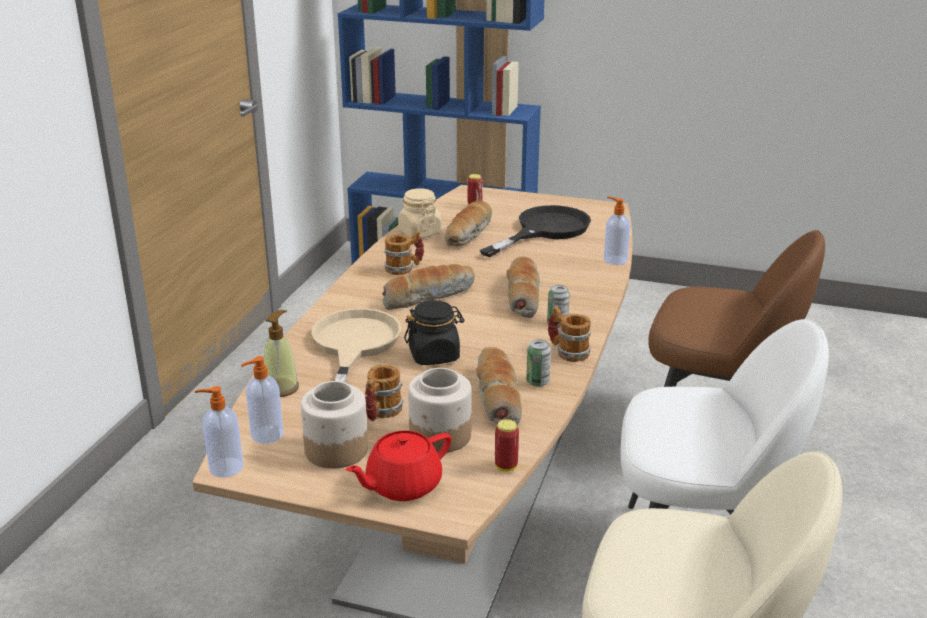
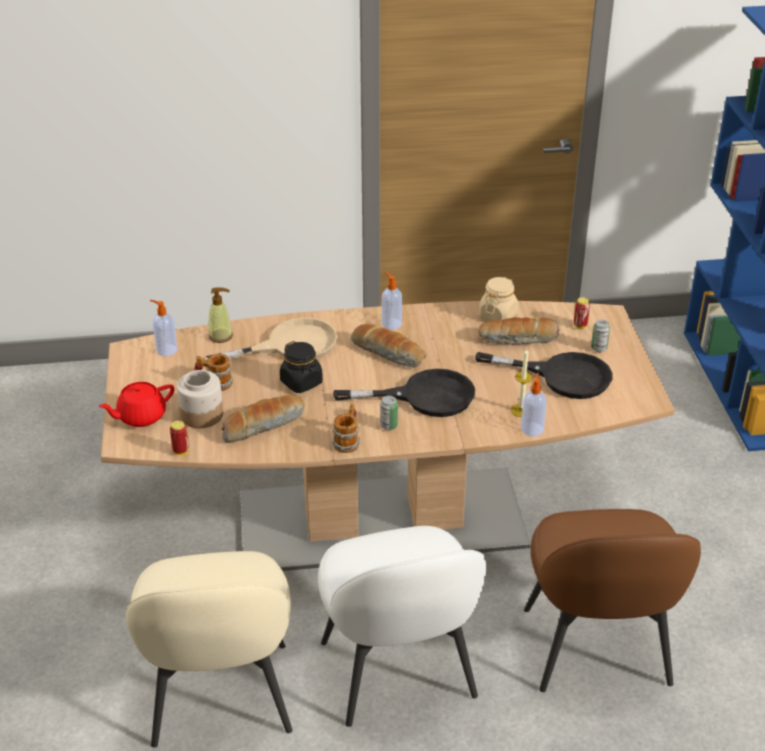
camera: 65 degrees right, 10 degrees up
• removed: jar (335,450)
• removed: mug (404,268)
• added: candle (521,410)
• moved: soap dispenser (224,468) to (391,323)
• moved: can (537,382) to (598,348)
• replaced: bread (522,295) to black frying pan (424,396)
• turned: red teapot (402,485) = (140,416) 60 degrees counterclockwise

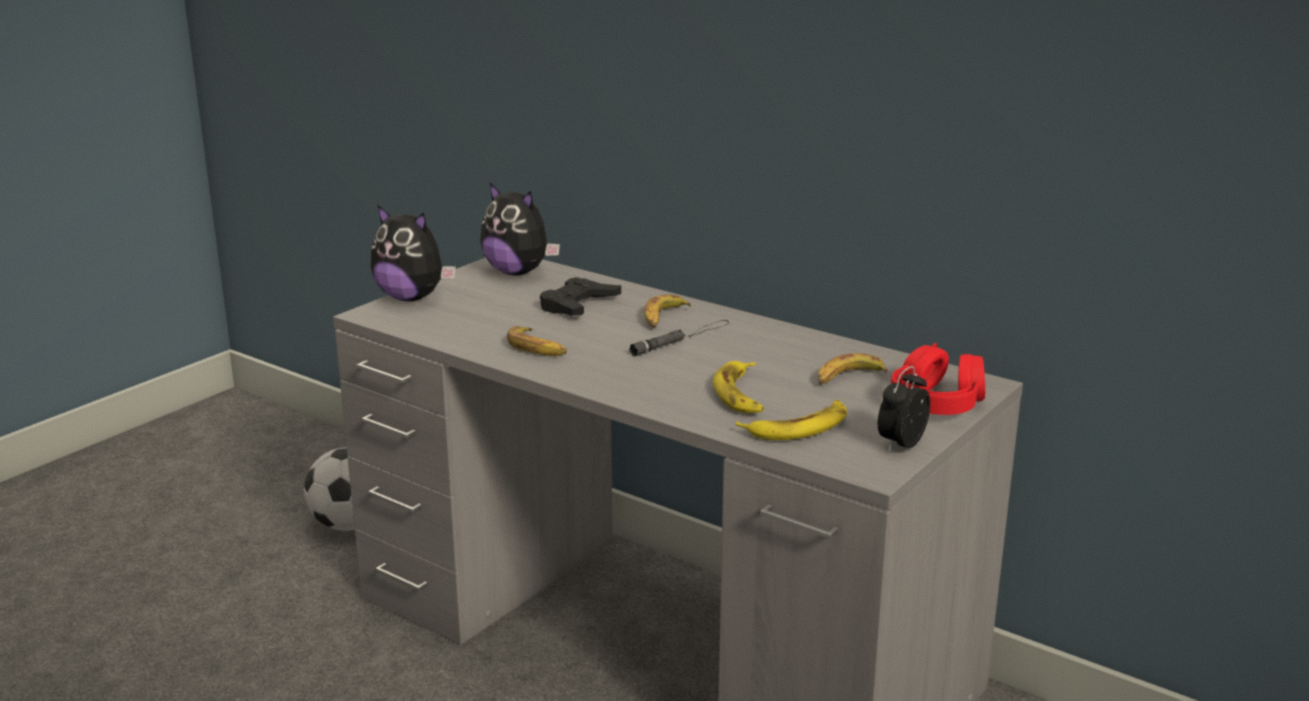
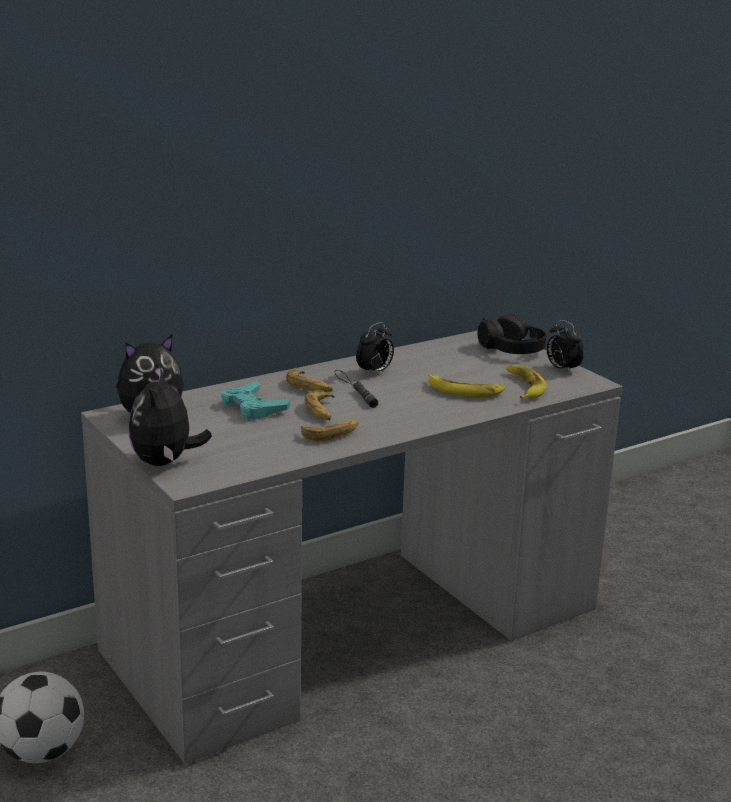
camera: 70 degrees left, 0 degrees up
• added: alarm clock (374,372)
• moved: banana (848,378) to (322,411)
• recoloured: black game controller (578,305) to turquoise game controller (253,407)
• recoloured: red headphones (937,403) to black headphones (512,349)
• turned: plush toy (412,297) = (165,462) 135 degrees clockwise

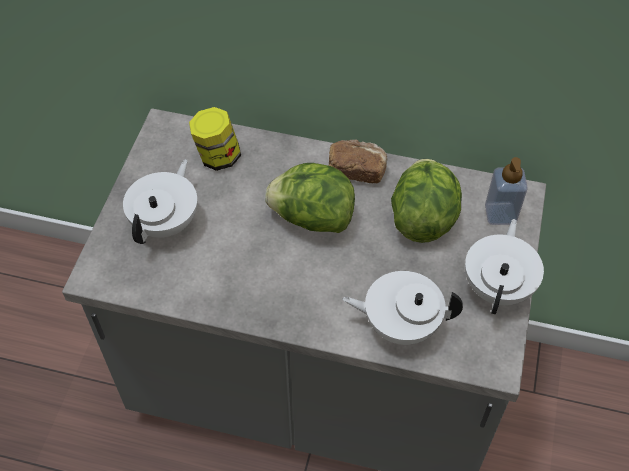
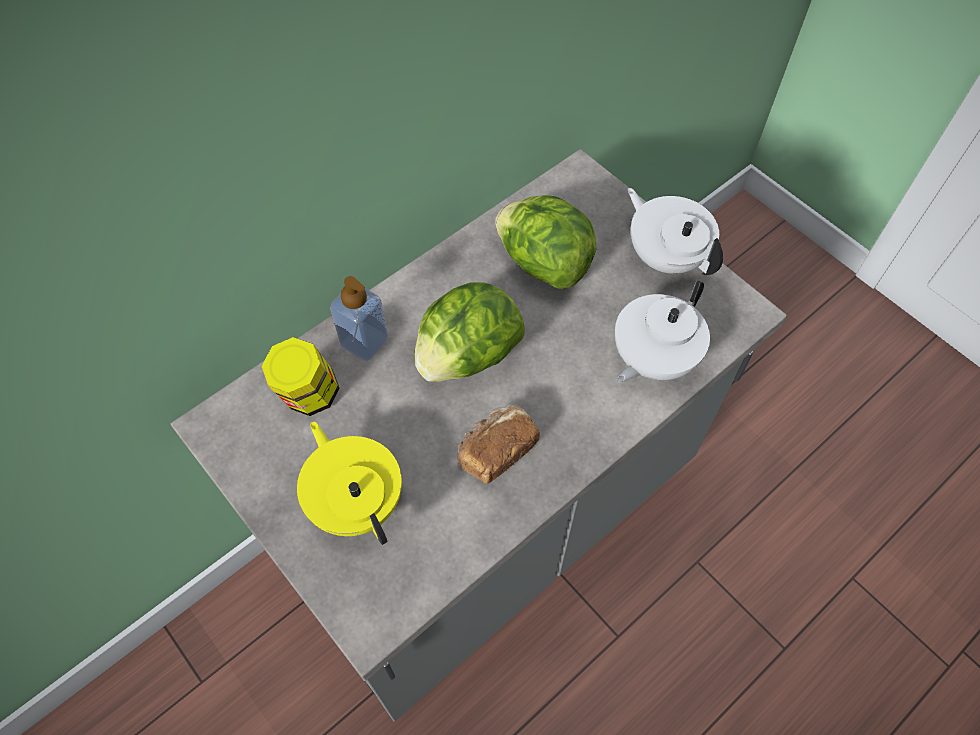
camera: 55 degrees left, 5 degrees up
• moved: bread (356,170) to (496,450)
• moved: soap dispenser (500,214) to (364,342)
• recoloured: white teapot (166,222) to yellow teapot (356,501)

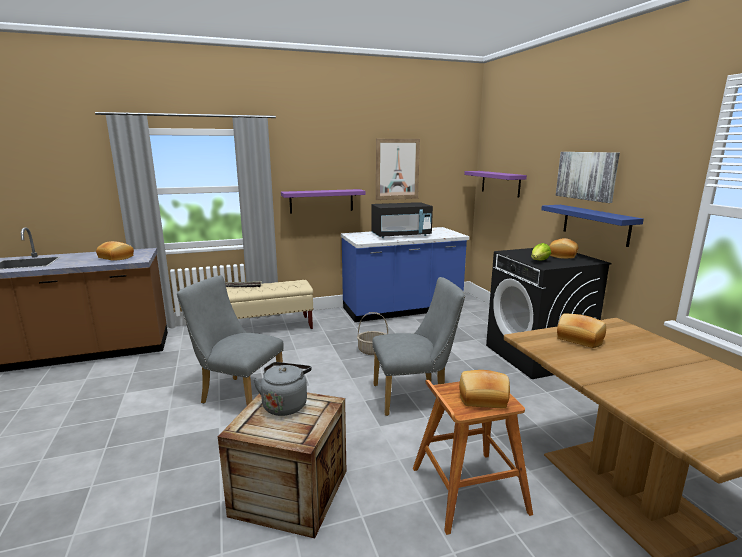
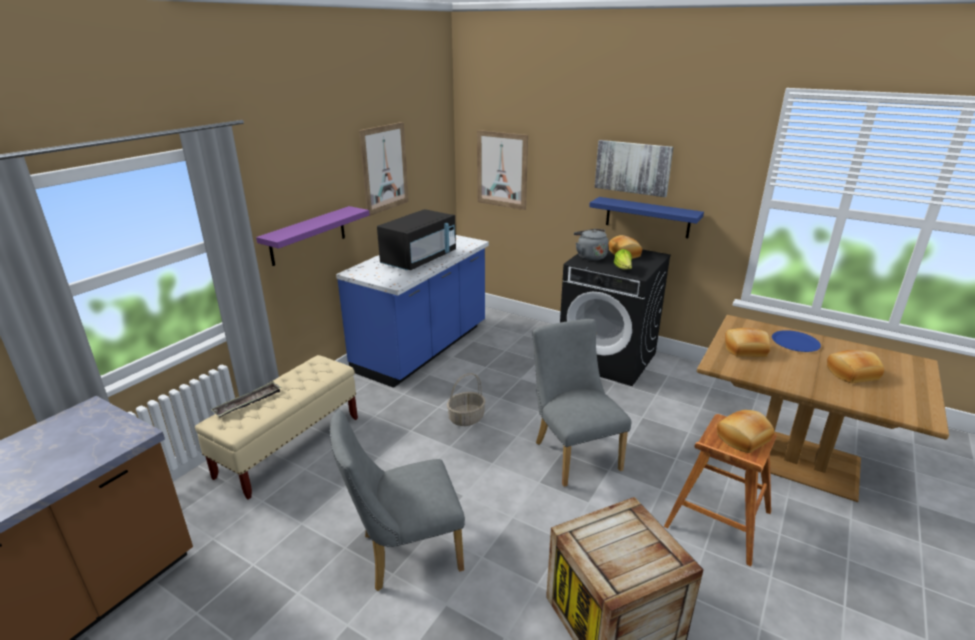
camera: 40 degrees left, 10 degrees up
• added: blue plate (795,342)
• moved: bread (117,257) to (851,373)
• moved: grey kettle (285,404) to (590,256)
• replaced: purple shelf (500,183) to picture (502,170)
• turned: grey chair (415,396) = (573,452) 60 degrees counterclockwise

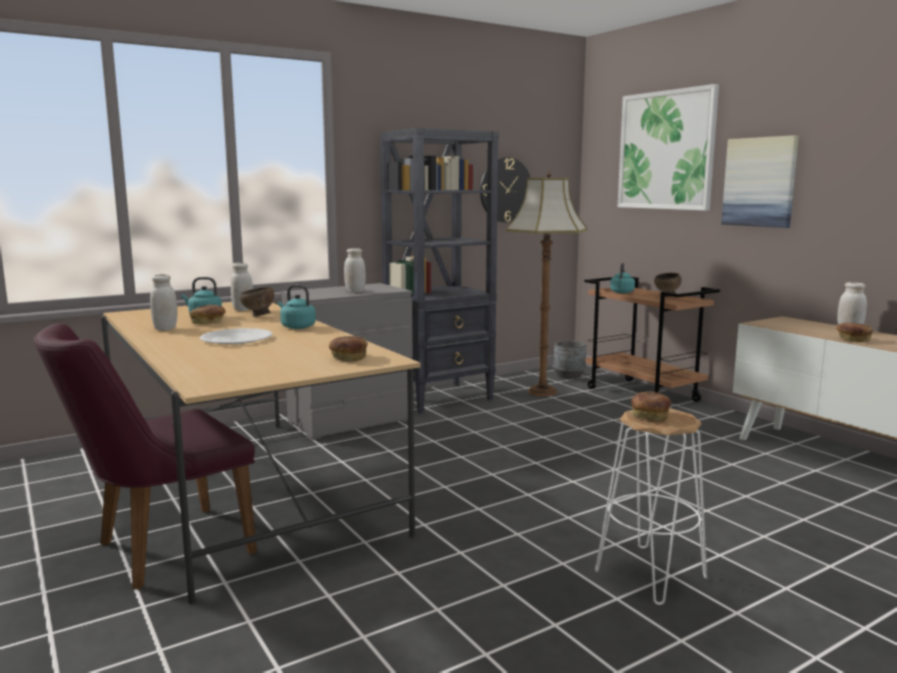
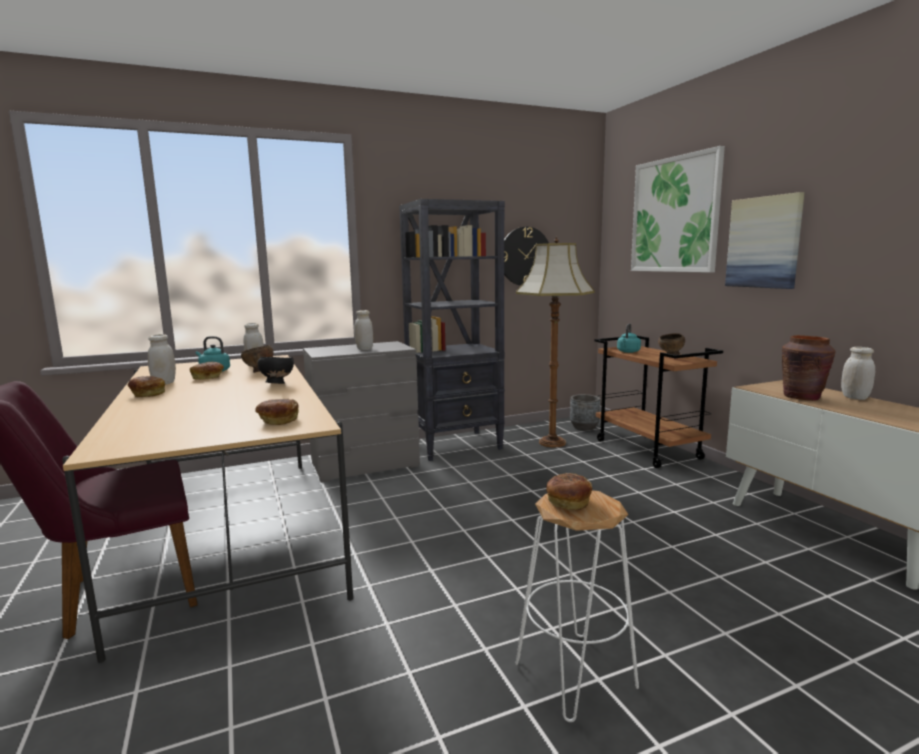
camera: 10 degrees right, 0 degrees up
• removed: white plate (236,339)
• added: brown vase (802,397)
• moved: bread (853,339) to (147,394)
• replaced: turquoise kettle (296,327) to black bowl (276,384)

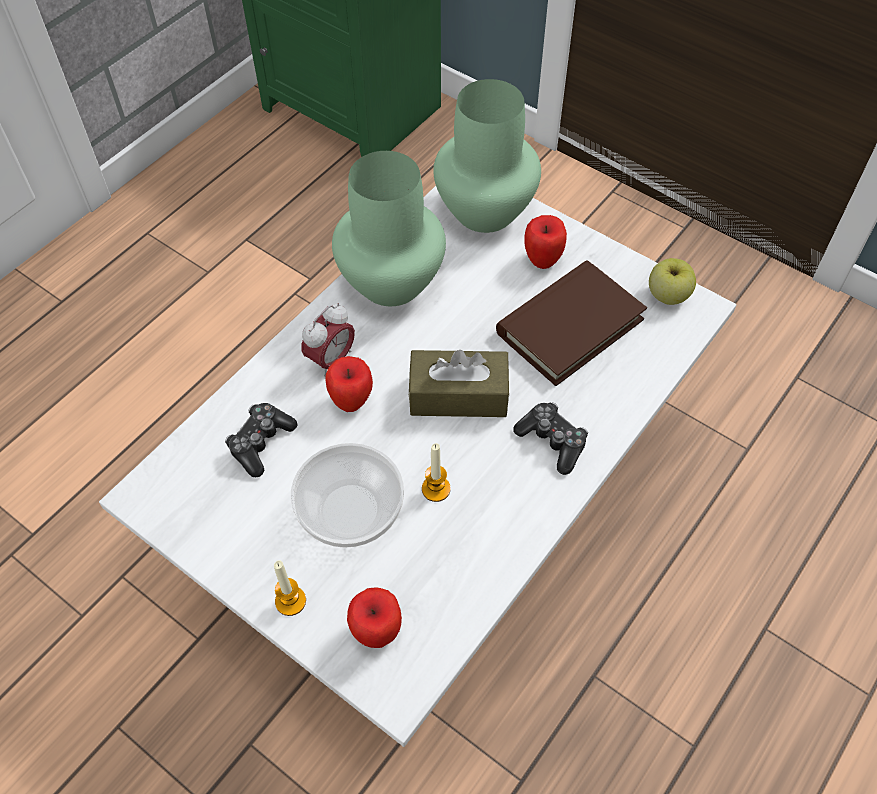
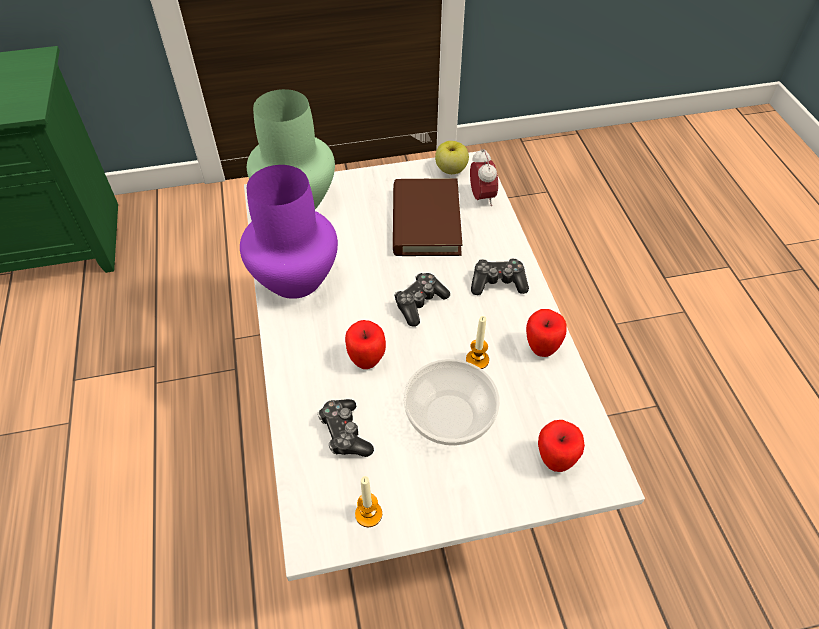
camera: 50 degrees left, 5 degrees down
• moved: candle (290,601) to (368,514)
• moved: alarm clock (331,359) to (481,197)
• moved: apple (542,260) to (541,349)
• replaced: brown tissue box (458,395) to game controller (419,303)
• recoloured: green vase (393,282) to purple vase (296,277)

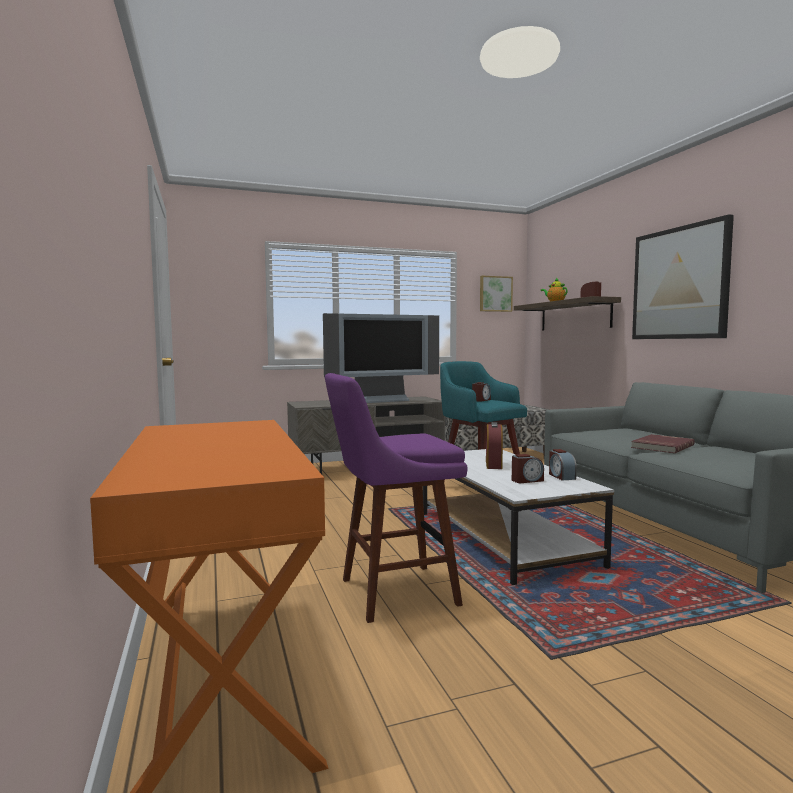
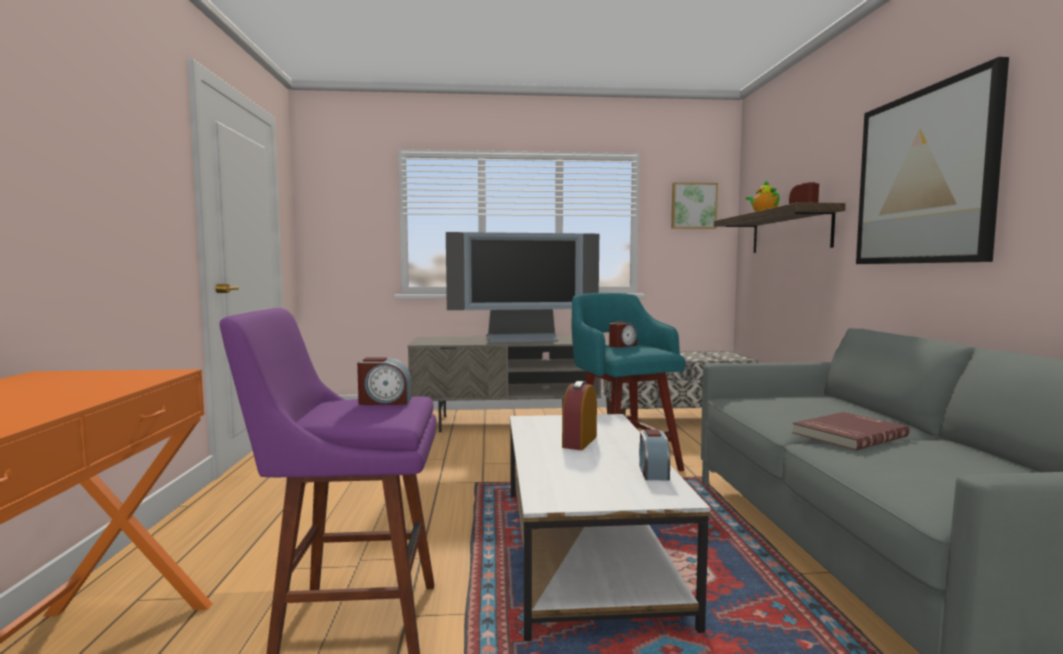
camera: 15 degrees right, 0 degrees up
• moved: alarm clock (527,480) to (384,401)

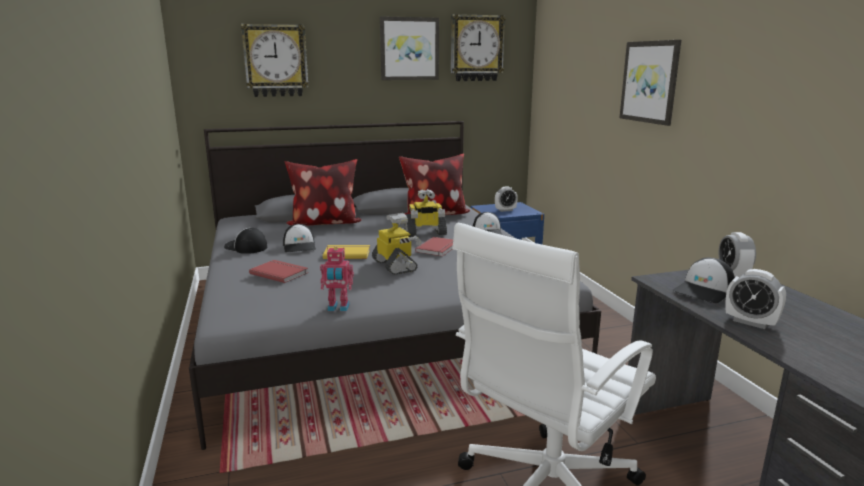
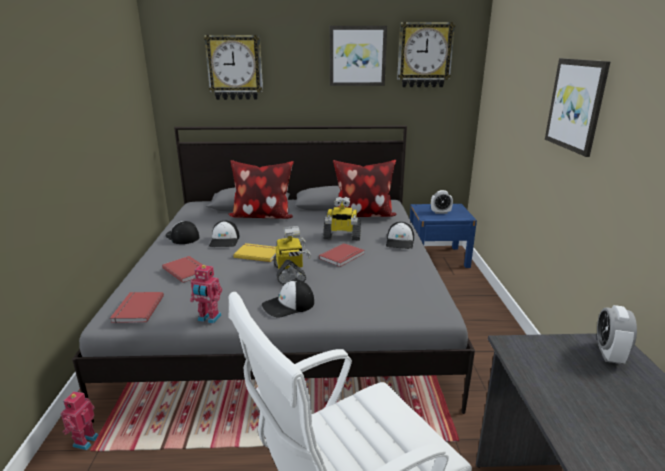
camera: 15 degrees right, 5 degrees up
• removed: alarm clock (750,322)
• added: toy robot (84,441)
• added: red book (136,309)
• moved: cap (704,291) to (288,305)

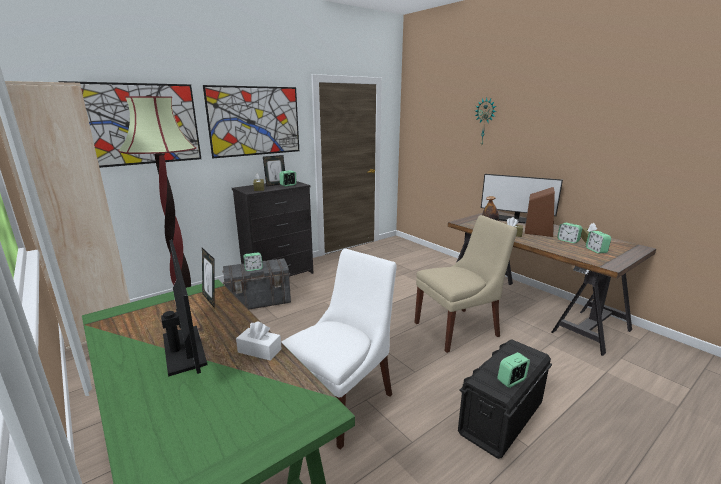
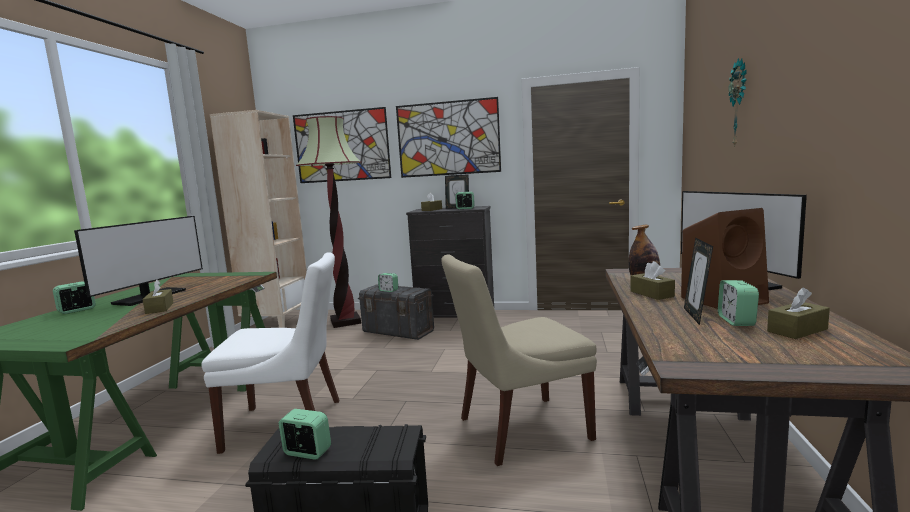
camera: 50 degrees right, 10 degrees down
• moved: picture frame (211,299) to (696,316)
• moved: alarm clock (596,250) to (77,310)
• recoloured: white tissue box (259,350) to brown tissue box (159,308)
• turned: beige chair (458,329) = (519,430) 135 degrees clockwise

